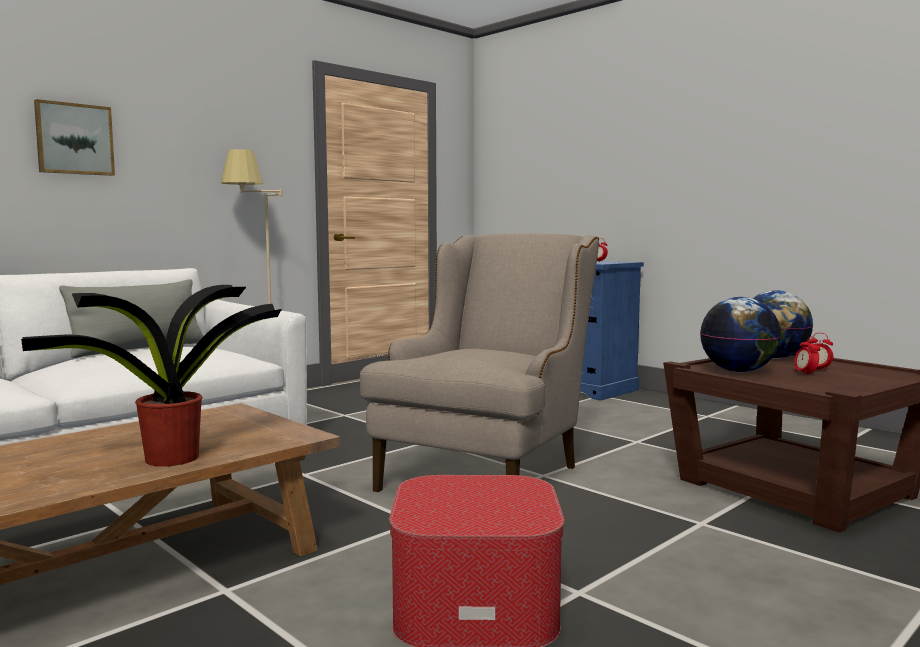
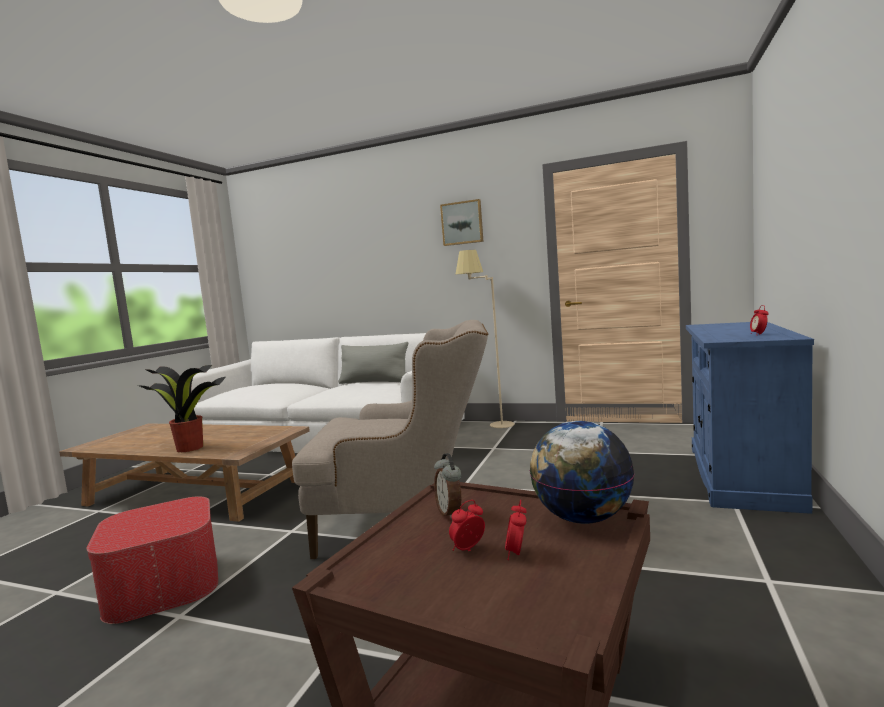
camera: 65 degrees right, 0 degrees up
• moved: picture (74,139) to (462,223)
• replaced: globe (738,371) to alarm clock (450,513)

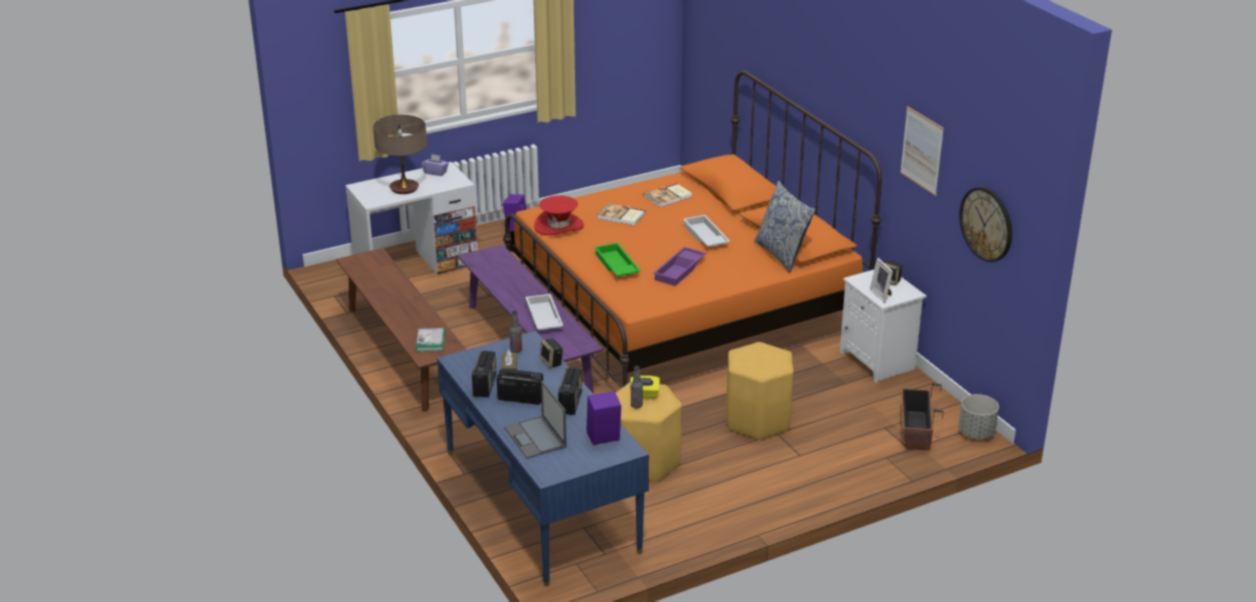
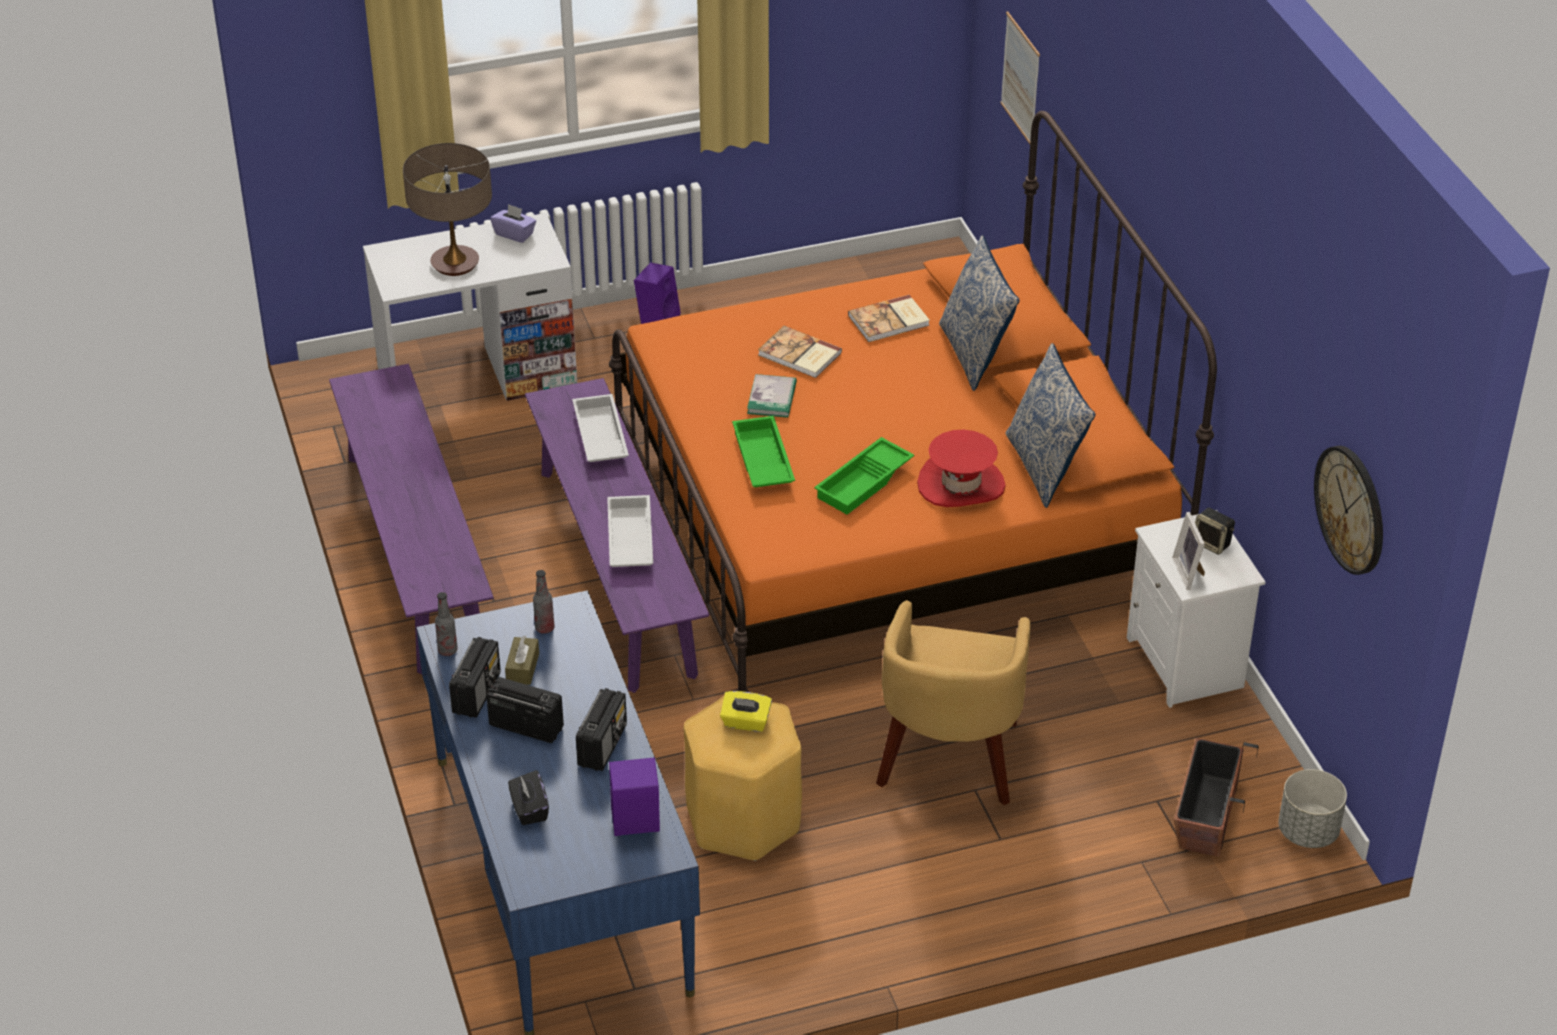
camera: 10 degrees right, 10 degrees up
• removed: speaker (552,362)
• added: pillow (975,354)
• moved: book (430,341) to (772,398)
• moved: red hat (558,226) to (961,484)
• moved: bottle (636,405) to (447,650)
• moved: white tray (704,237) to (599,436)
• moved: picture (922,150) to (1020,79)
• replaced: laptop (536,438) to black tissue box (529,809)
• replaced: yellow stool (757,420) to yellow armchair (949,759)
• recoloured: brown bench (403,353) to purple bench (415,555)
• recoloured: purple tray (680,270) to green tray (864,483)

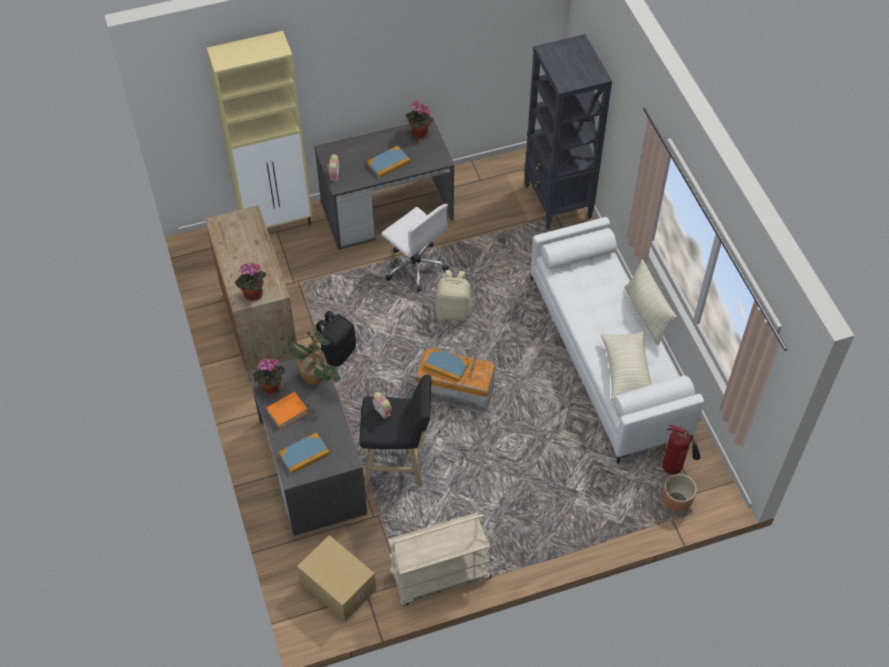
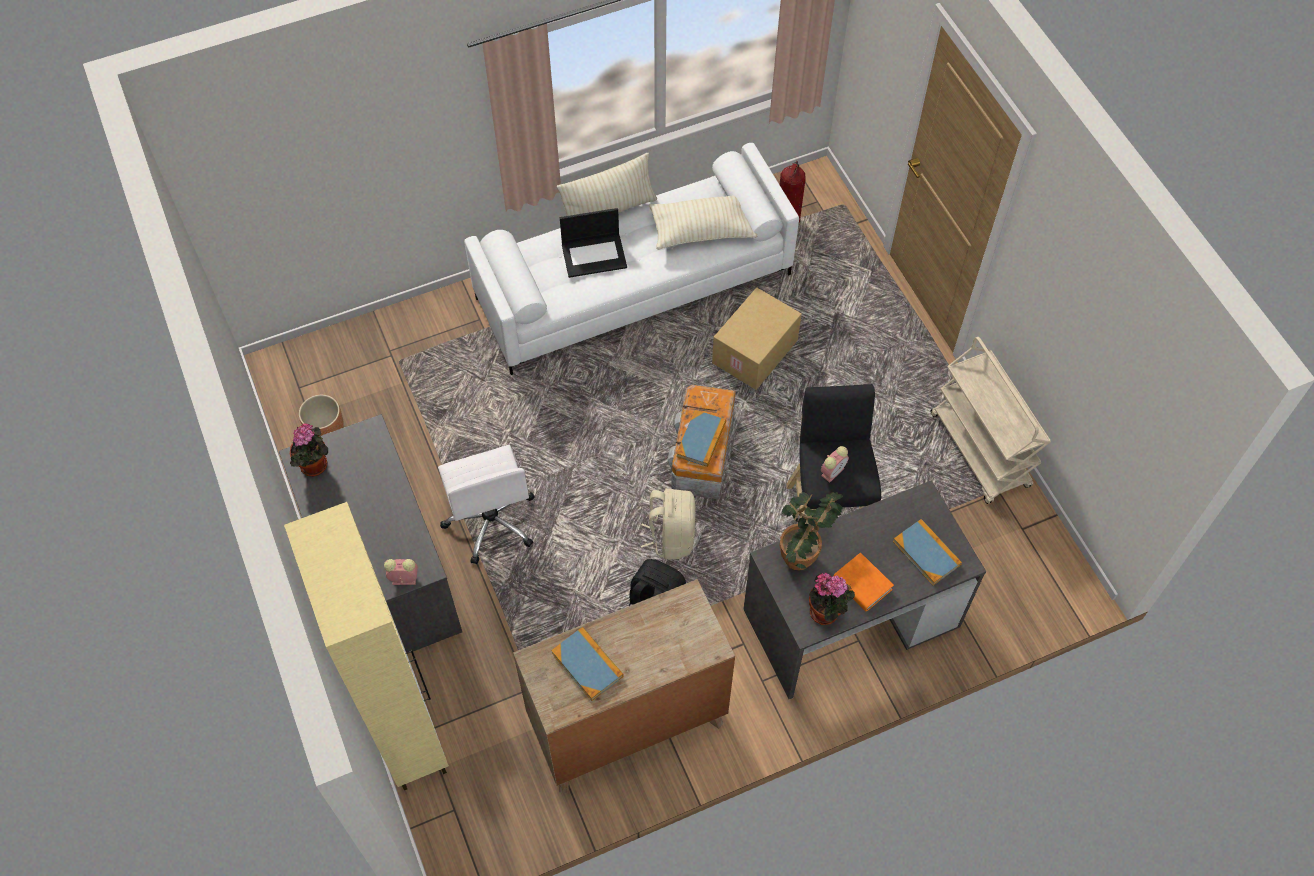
camera: 95 degrees left, 5 degrees up
• removed: potted plant (253,295)
• removed: black bookcase (557,202)
• added: laptop (594,255)
• moved: cardboard box (337,587) to (755,352)
• moved: book (388,163) to (587,665)
• moved: beige backpack (454,311) to (671,537)
• moved: brown planter (677,500) to (325,429)
• turned: white office chair (415,266) = (491,521) 120 degrees clockwise

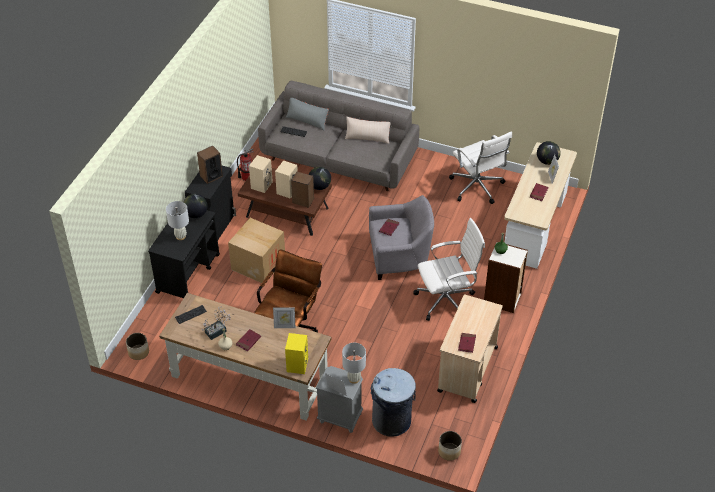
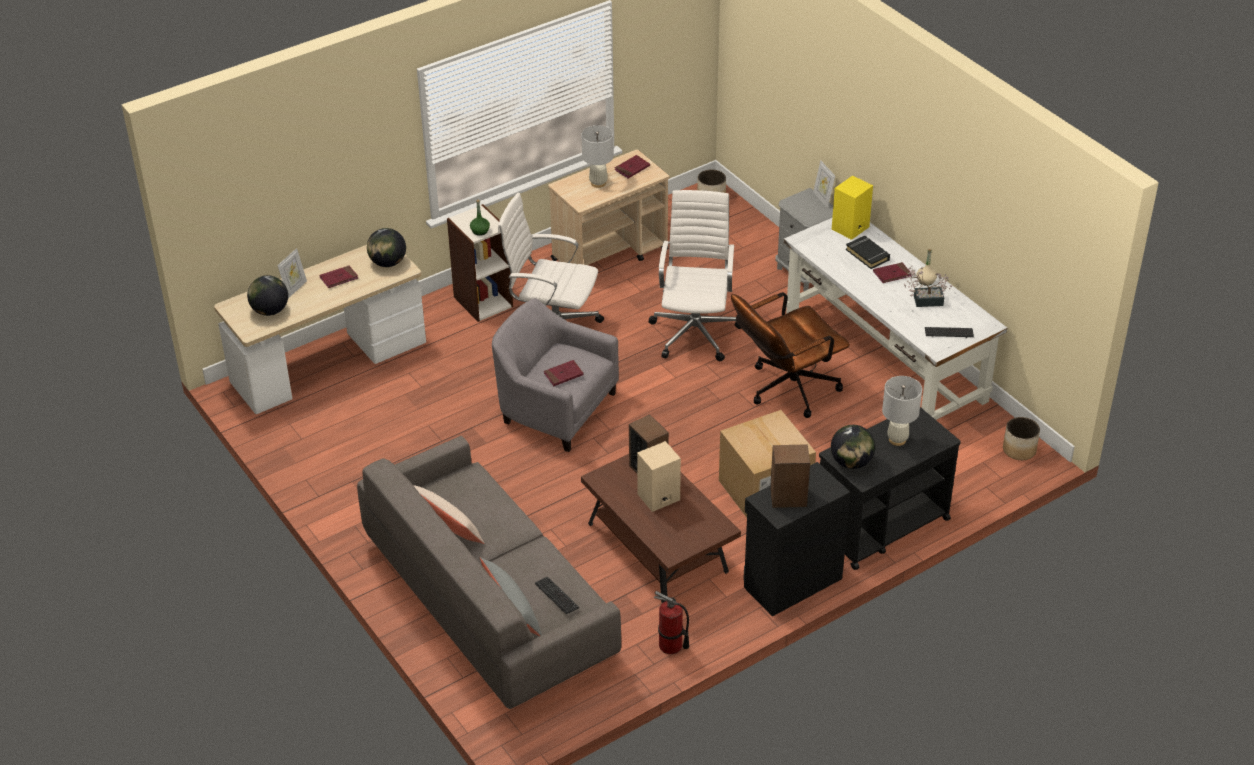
camera: 145 degrees left, 5 degrees down
• removed: beige speaker (261,185)
• removed: picture frame (284,326)
• removed: grey trash can (392,421)
• added: black book (868,255)
• moved: globe (319,186) to (388,263)
• moved: white table lamp (354,379) to (598,183)
• moved: white office chair (477,188) to (695,331)
• recoloured: brown desk (248,377) to white desk (885,358)

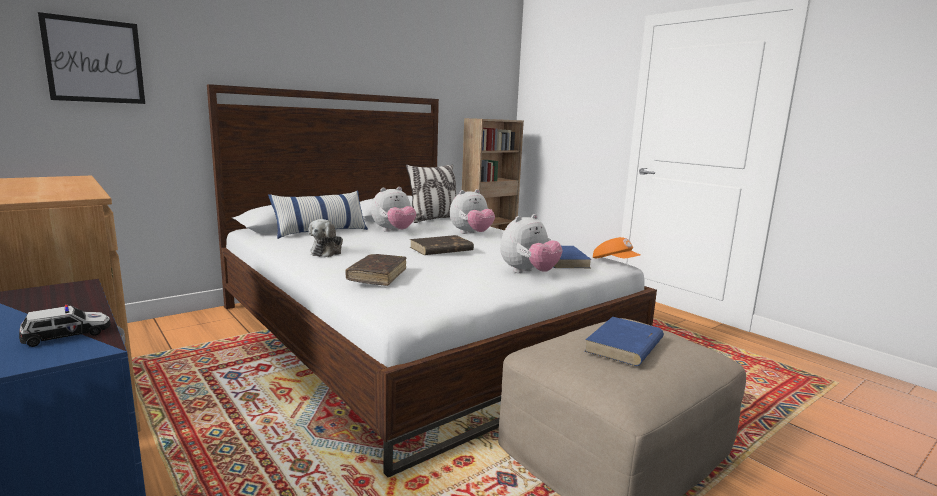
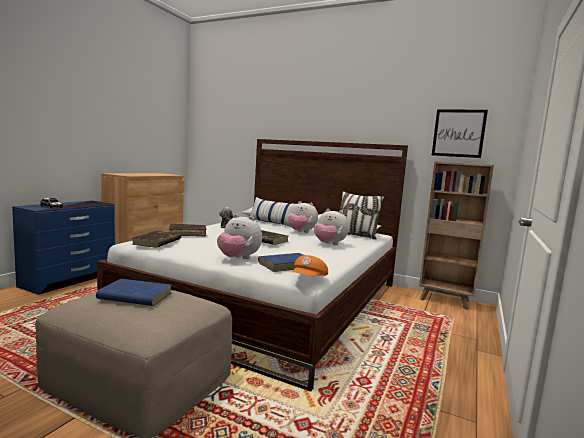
camera: 65 degrees right, 5 degrees down
• added: brown book (157,242)
• moved: picture (94,61) to (458,133)

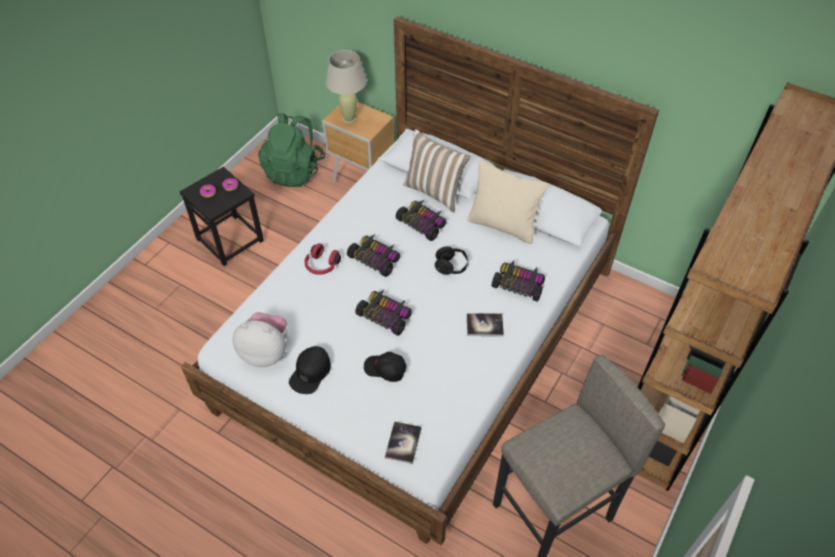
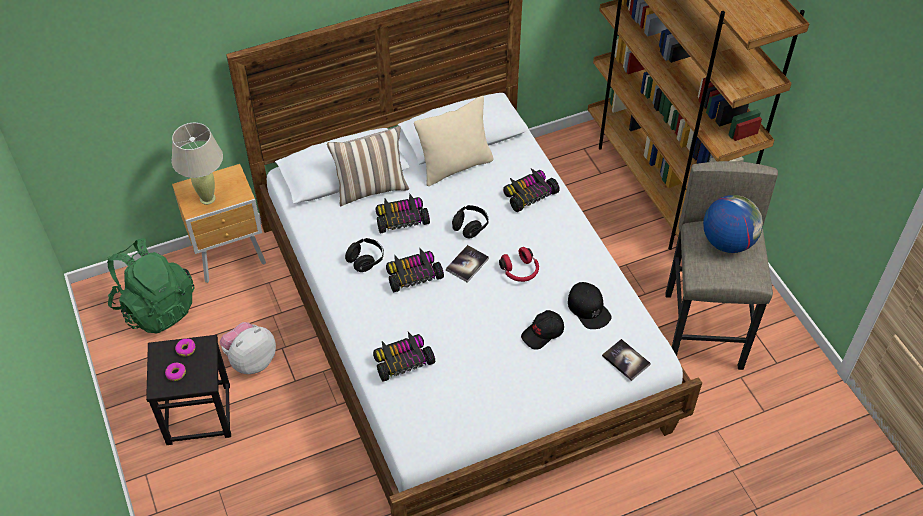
camera: 55 degrees left, 0 degrees up
• added: black headphones (365,260)
• added: globe (727,242)
• moved: plush toy (266,352) to (251,360)
• moved: black cap (310,372) to (588,308)
• moved: red headphones (321,265) to (520,271)
• moved: toy car (385,315) to (402,360)
• moved: book (484,325) to (467,264)

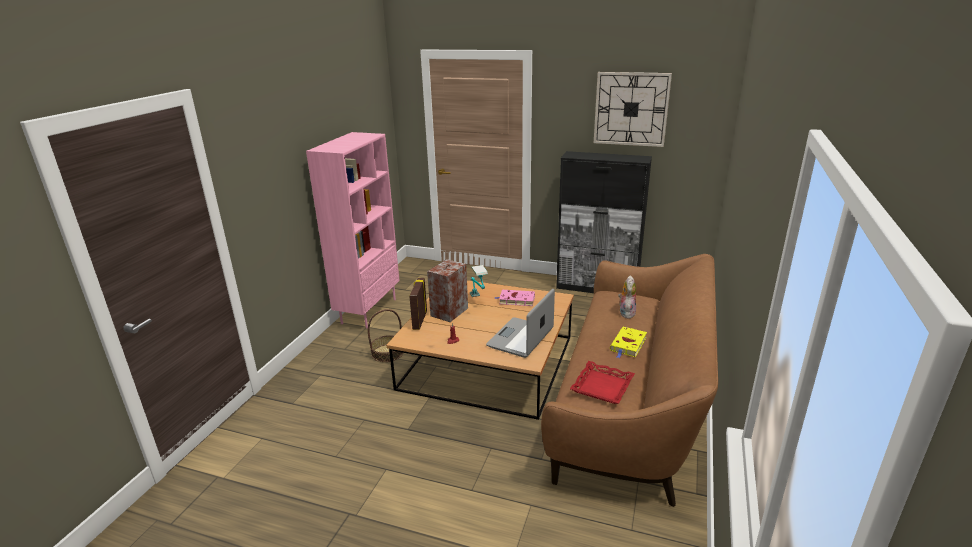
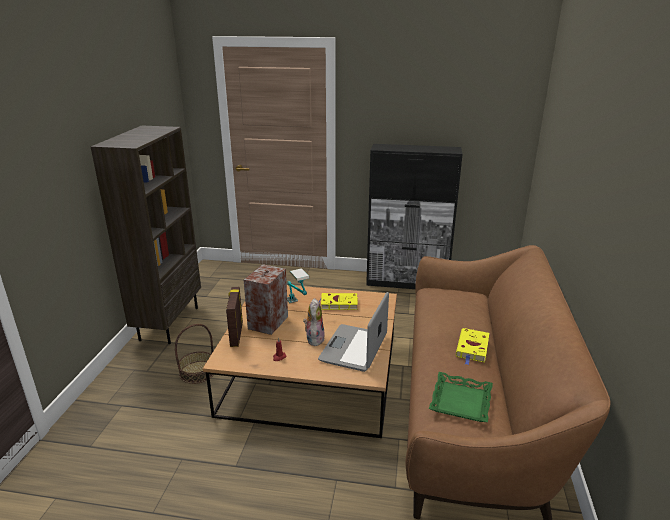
camera: 10 degrees left, 0 degrees up
• removed: wall clock (631,109)
• moved: plush toy (626,312) to (314,338)
• recoloured: pink bookcase (368,310) to brown bookcase (169,323)
• recoloured: pink book (515,300) to yellow book (337,304)
• recoloured: red tray (602,387) to green tray (461,401)

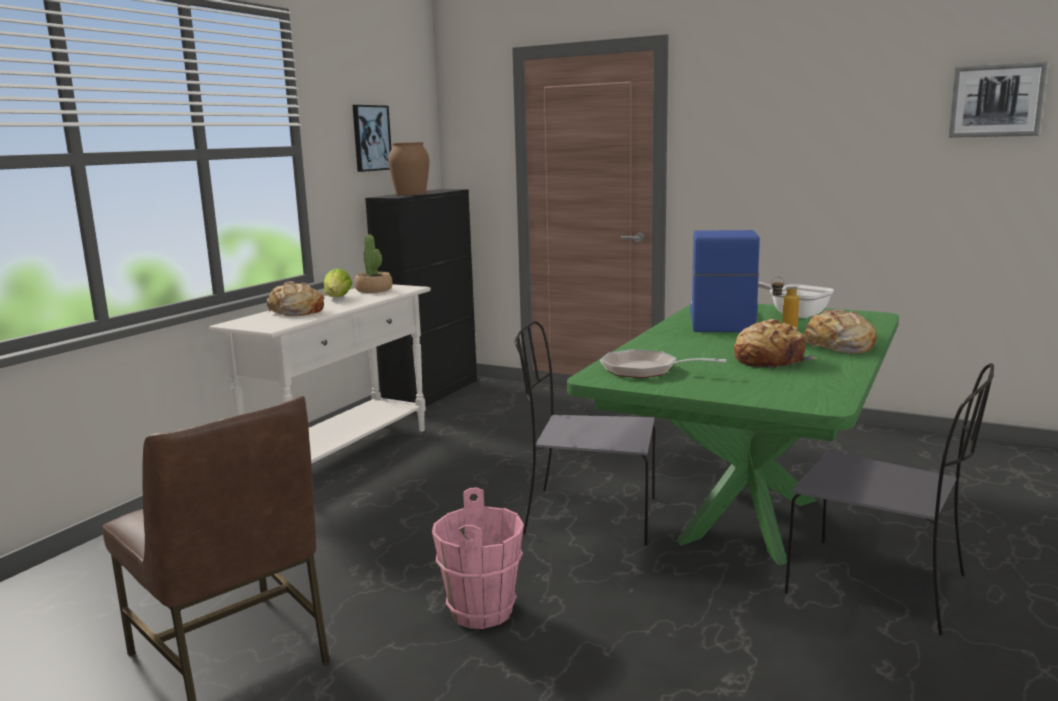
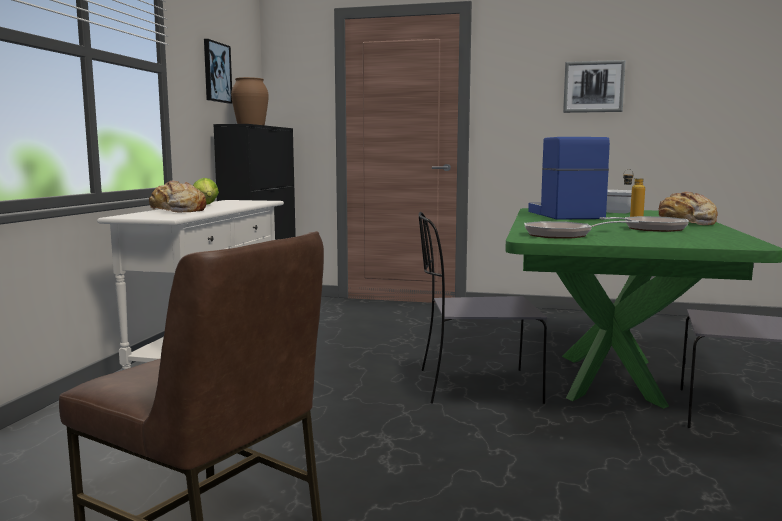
camera: 15 degrees left, 5 degrees down
• removed: potted plant (374,290)
• removed: pink bucket (482,611)
• moved: picture (996,101) to (593,87)
• replaced: bread (769,360) to frying pan (650,229)

